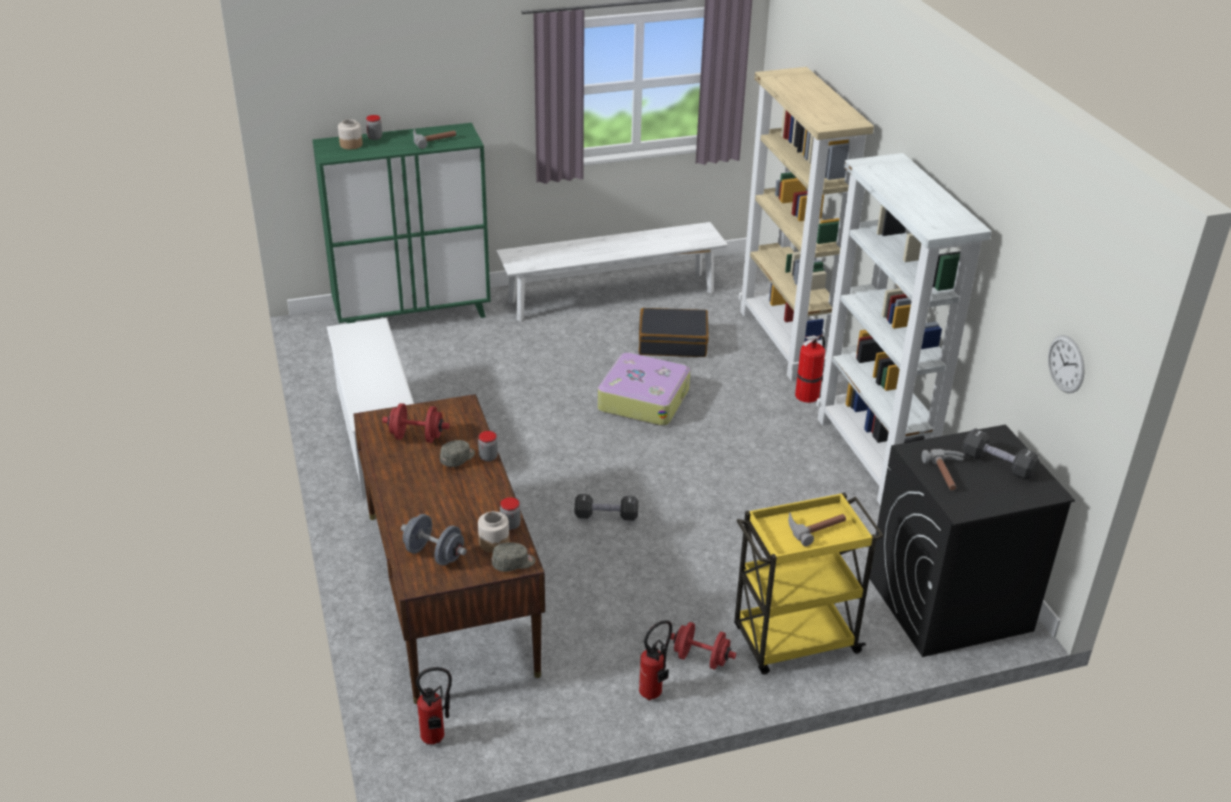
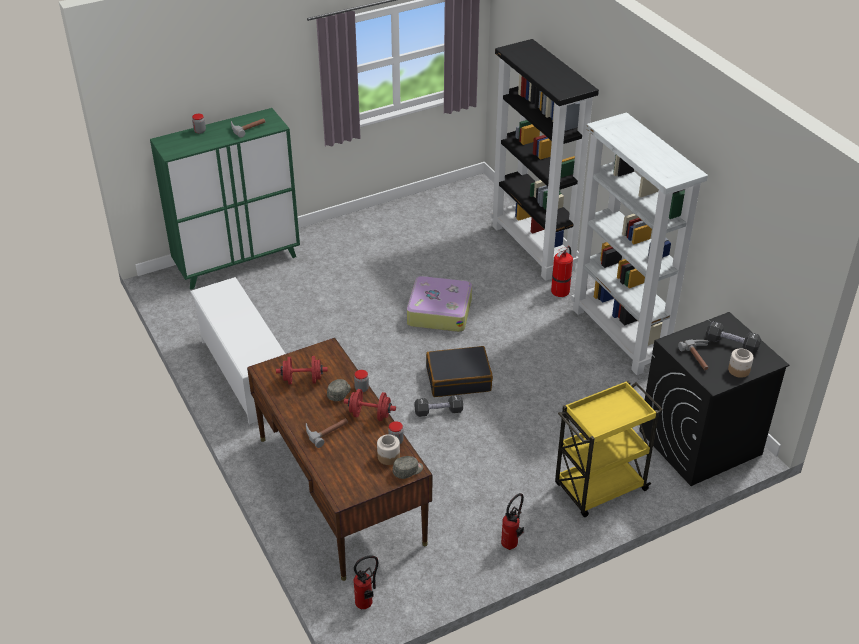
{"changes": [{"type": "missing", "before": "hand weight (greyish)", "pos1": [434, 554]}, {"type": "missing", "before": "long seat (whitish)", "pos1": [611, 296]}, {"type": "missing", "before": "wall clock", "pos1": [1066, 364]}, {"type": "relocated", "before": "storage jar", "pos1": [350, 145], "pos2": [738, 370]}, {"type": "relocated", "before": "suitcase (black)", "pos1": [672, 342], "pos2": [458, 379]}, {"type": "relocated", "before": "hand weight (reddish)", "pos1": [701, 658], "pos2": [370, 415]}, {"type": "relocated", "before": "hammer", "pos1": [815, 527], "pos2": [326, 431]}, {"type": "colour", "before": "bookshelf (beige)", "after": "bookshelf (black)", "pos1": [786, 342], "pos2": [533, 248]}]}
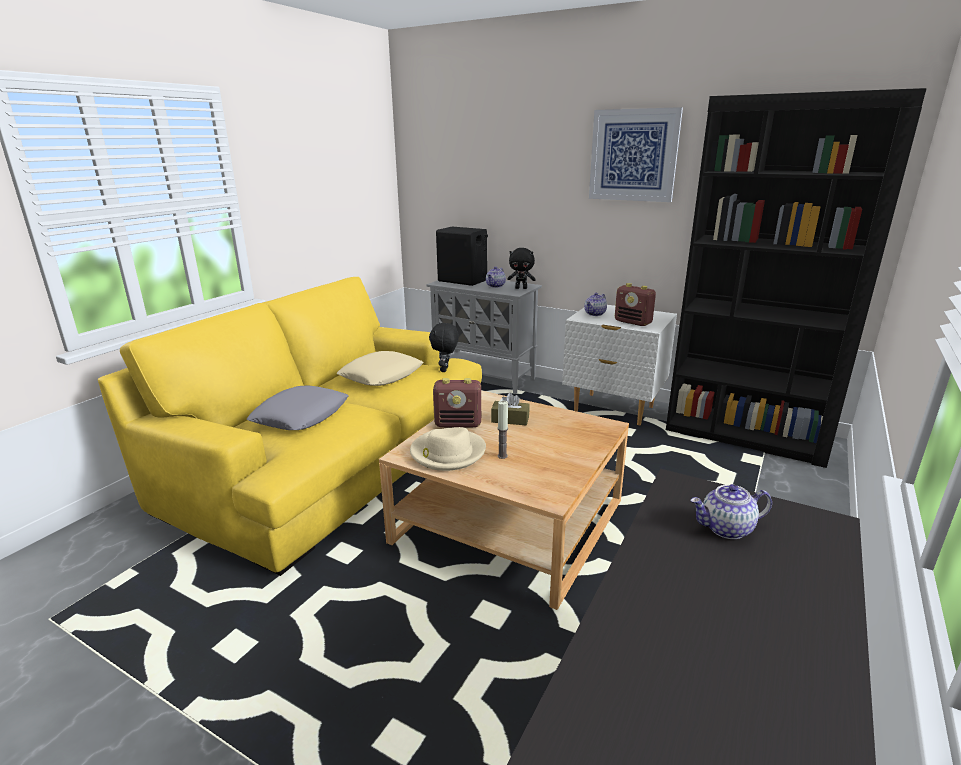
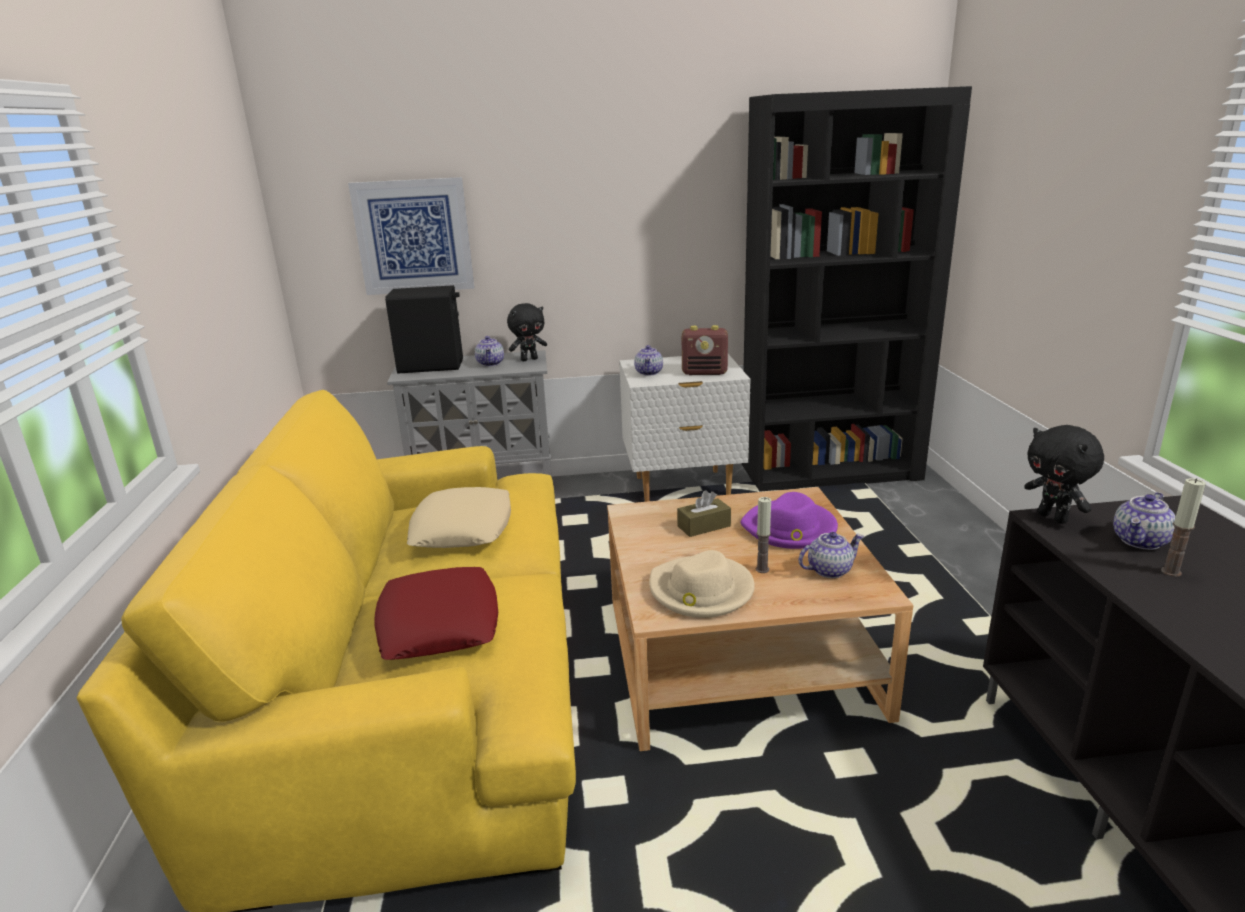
{"changes": [{"type": "missing", "before": "radio set", "pos1": [458, 424]}, {"type": "appeared", "after": "wearable hat (purple-coloured)", "pos2": [789, 528]}, {"type": "appeared", "after": "tea pot", "pos2": [829, 570]}, {"type": "appeared", "after": "wax candle", "pos2": [1171, 572]}, {"type": "relocated", "before": "soft toy (black)", "pos1": [445, 370], "pos2": [1053, 517]}, {"type": "relocated", "before": "wall picture", "pos1": [633, 155], "pos2": [413, 236]}, {"type": "colour", "before": "throw pillow (greyish)", "after": "throw pillow (reddish)", "pos1": [301, 415], "pos2": [438, 623]}]}
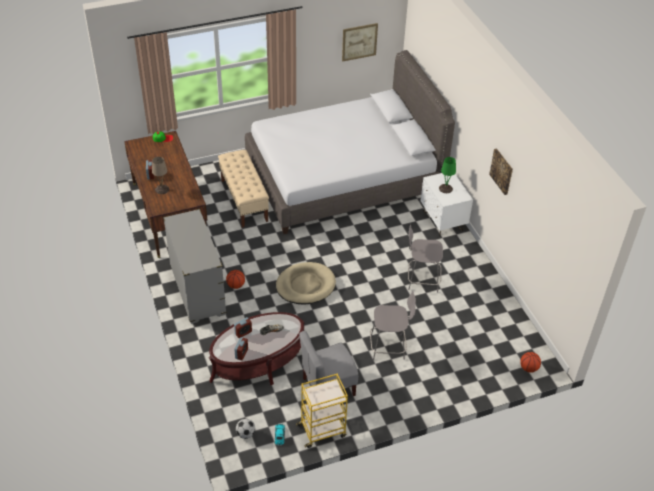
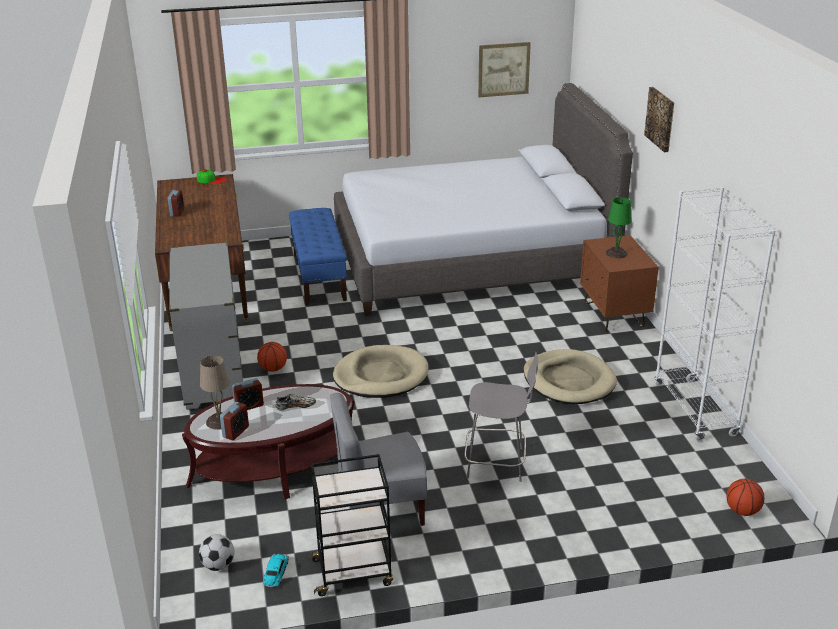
{"changes": [{"type": "appeared", "after": "bookshelf (whitish)", "pos2": [695, 410]}, {"type": "relocated", "before": "lamp for a table (beige)", "pos1": [161, 189], "pos2": [219, 421]}, {"type": "relocated", "before": "wall picture", "pos1": [502, 171], "pos2": [661, 119]}, {"type": "exchanged", "before": "upright chair (greyish)", "after": "dog cushion (beige)", "pos1": [421, 280], "pos2": [569, 381]}, {"type": "colour", "before": "long seat (beige)", "after": "long seat (blue)", "pos1": [244, 200], "pos2": [319, 277]}, {"type": "colour", "before": "trolley (yellow)", "after": "trolley (black)", "pos1": [322, 430], "pos2": [353, 572]}, {"type": "colour", "before": "bedside table (whitish)", "after": "bedside table (brownish)", "pos1": [443, 221], "pos2": [614, 315]}]}
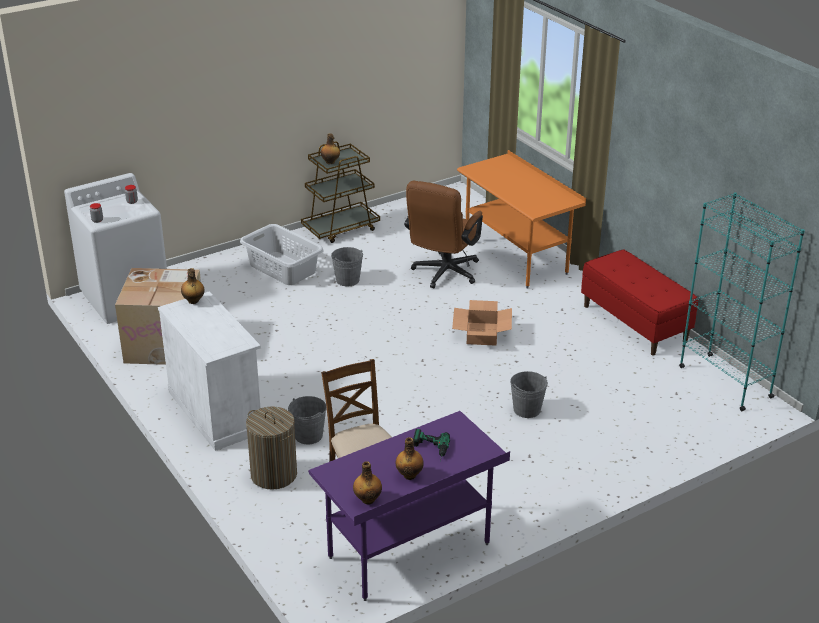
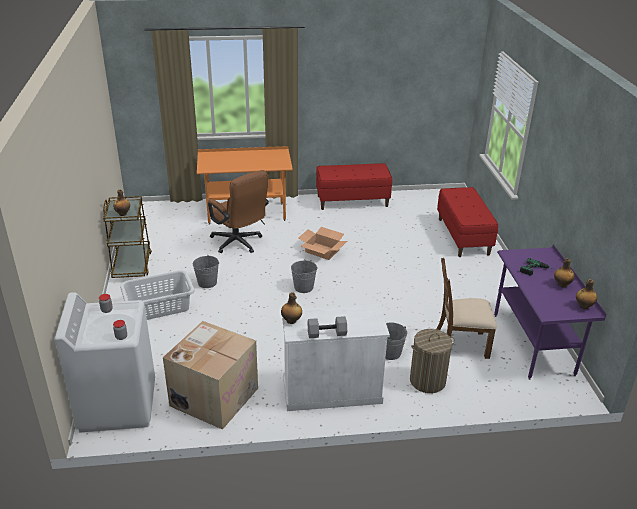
{"changes": [{"type": "missing", "before": "bookshelf (turquoise-coloured)", "pos1": [725, 381]}, {"type": "appeared", "after": "hand weight (greyish)", "pos2": [326, 334]}, {"type": "appeared", "after": "long seat (reddish)", "pos2": [463, 236]}, {"type": "relocated", "before": "pail (greyish)", "pos1": [527, 409], "pos2": [303, 287]}]}
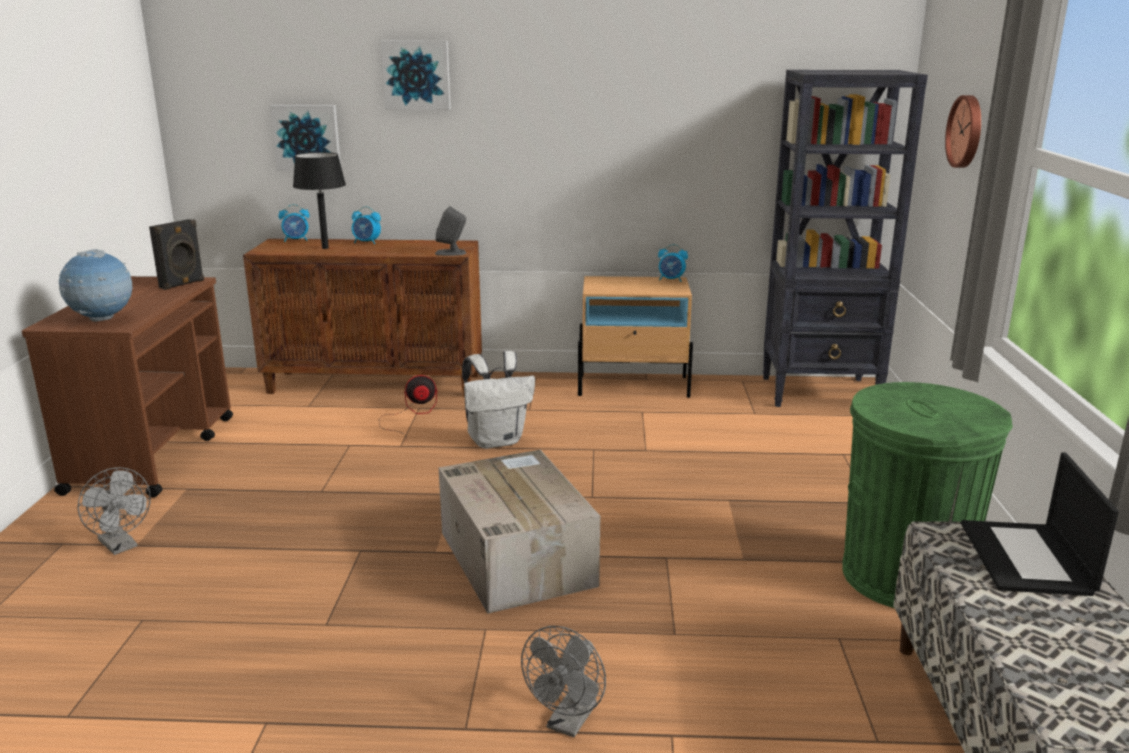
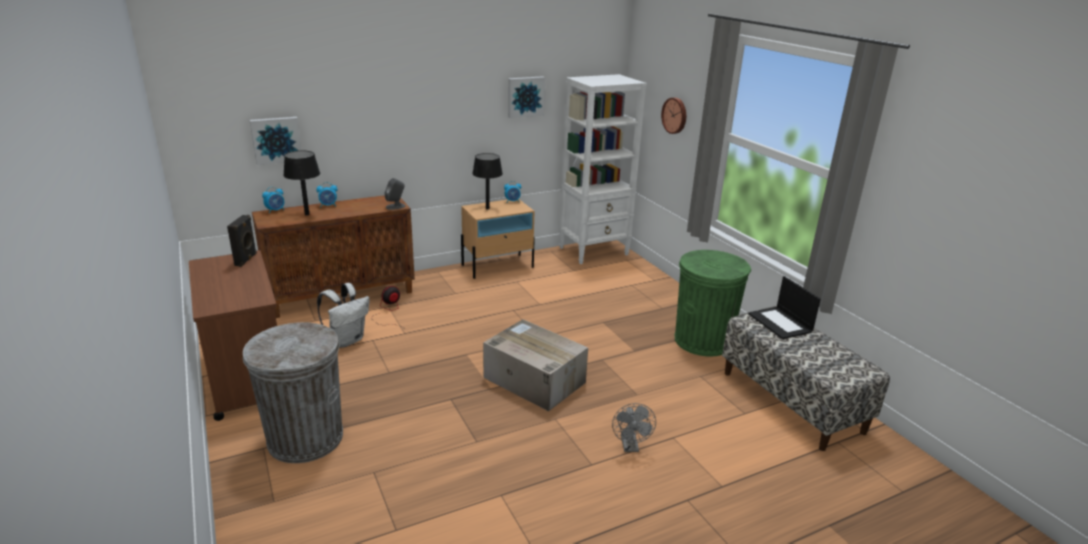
{"changes": [{"type": "missing", "before": "world globe", "pos1": [102, 320]}, {"type": "appeared", "after": "lamp for a table (black)", "pos2": [487, 208]}, {"type": "relocated", "before": "wall picture", "pos1": [416, 75], "pos2": [525, 96]}, {"type": "relocated", "before": "backpack (whitish)", "pos1": [497, 440], "pos2": [347, 340]}, {"type": "exchanged", "before": "fan (greyish)", "after": "waste bin (greyish)", "pos1": [121, 546], "pos2": [305, 438]}, {"type": "colour", "before": "bookshelf (black)", "after": "bookshelf (whitish)", "pos1": [820, 392], "pos2": [594, 251]}]}
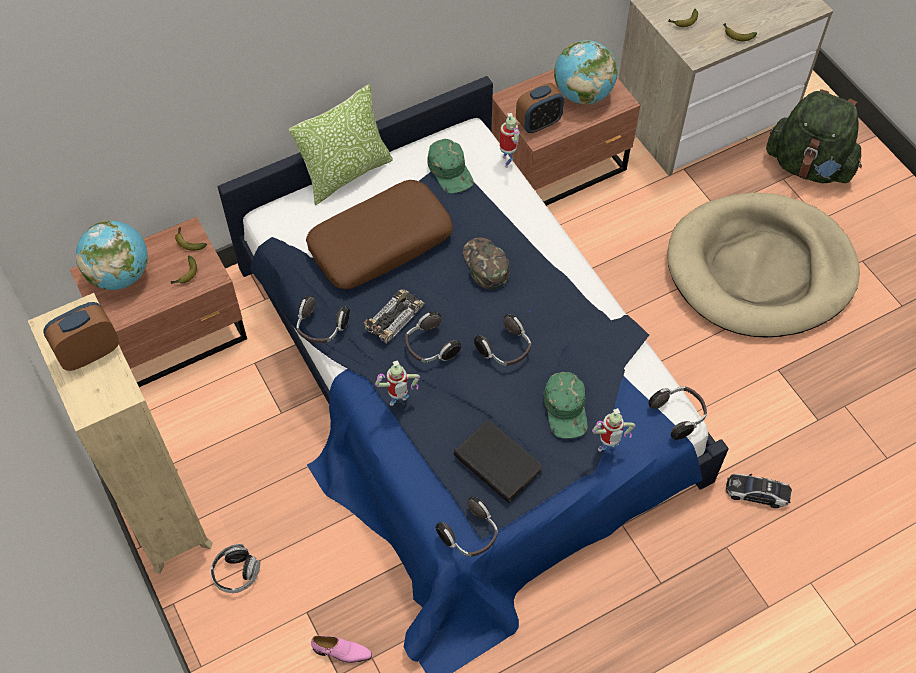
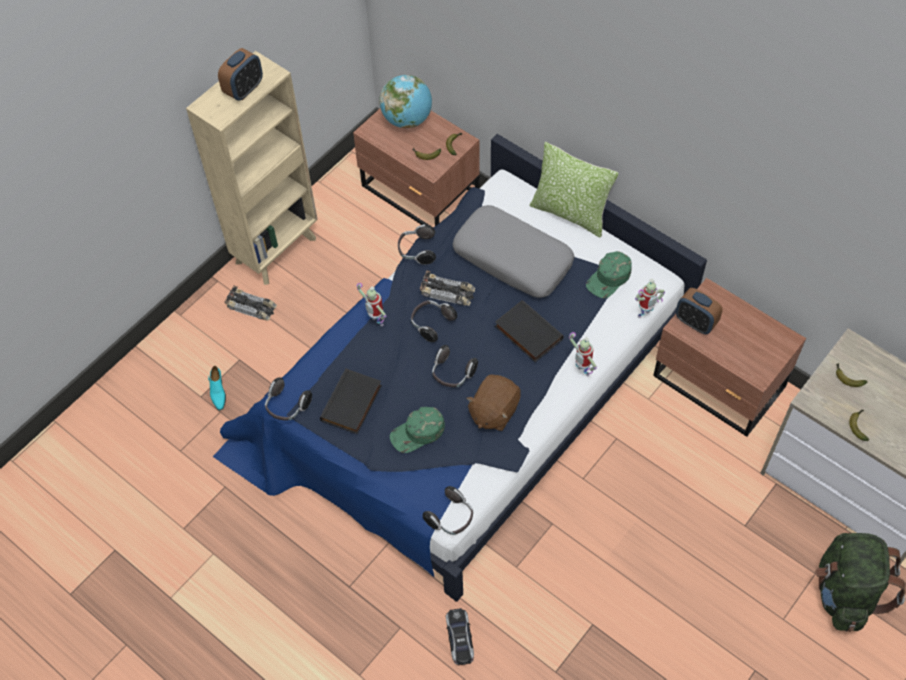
{"changes": [{"type": "missing", "before": "world globe", "pos1": [582, 94]}, {"type": "missing", "before": "dog cushion (beige)", "pos1": [760, 269]}, {"type": "appeared", "after": "soft toy (brownish)", "pos2": [493, 411]}, {"type": "relocated", "before": "toy robot", "pos1": [607, 449], "pos2": [581, 372]}, {"type": "exchanged", "before": "headphones", "after": "miniature car", "pos1": [236, 573], "pos2": [252, 307]}, {"type": "exchanged", "before": "peaked cap (greenish)", "after": "bound book (black)", "pos1": [485, 264], "pos2": [527, 333]}, {"type": "colour", "before": "throw pillow (brownish)", "after": "throw pillow (greyish)", "pos1": [380, 243], "pos2": [513, 258]}, {"type": "colour", "before": "item of footwear (pink)", "after": "item of footwear (turquoise-coloured)", "pos1": [342, 652], "pos2": [218, 392]}, {"type": "spun", "before": "bedside clock", "pos1": [89, 352], "pos2": [244, 89], "turn": 90}]}
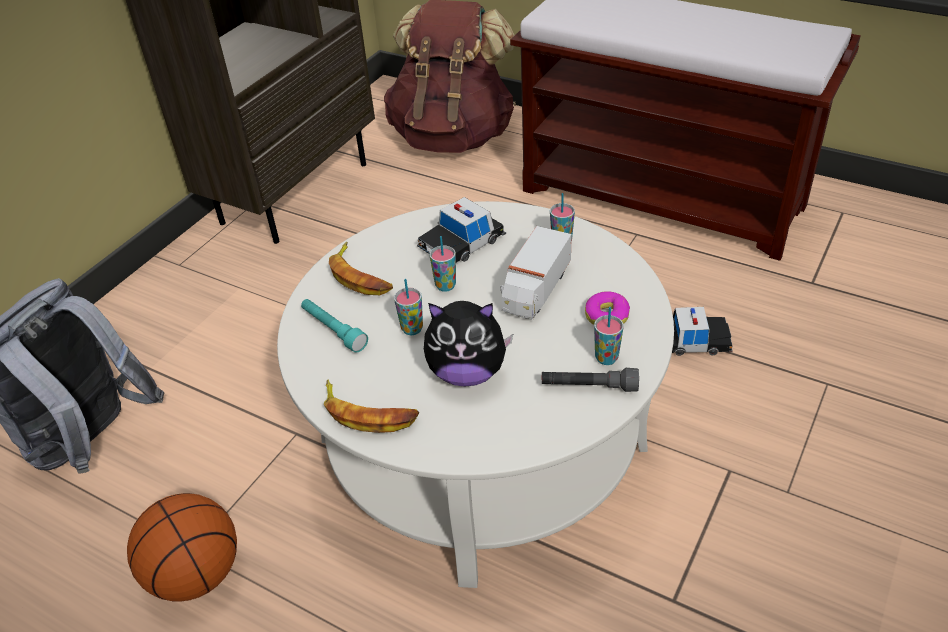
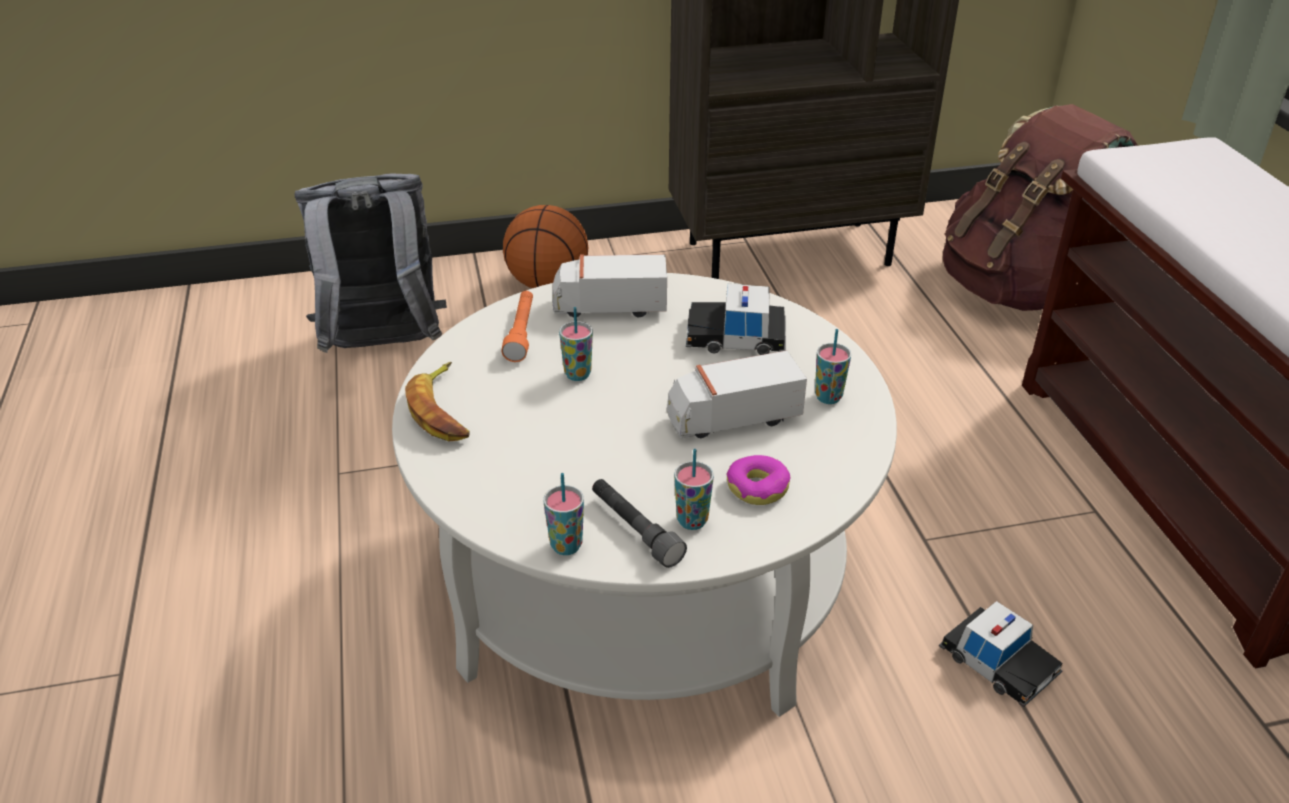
{"changes": [{"type": "missing", "before": "soft toy", "pos1": [467, 373]}, {"type": "relocated", "before": "basketball", "pos1": [197, 574], "pos2": [548, 284]}, {"type": "relocated", "before": "cup", "pos1": [445, 286], "pos2": [566, 546]}, {"type": "exchanged", "before": "banana", "after": "toy truck", "pos1": [360, 276], "pos2": [609, 307]}, {"type": "colour", "before": "flashlight (turquoise-coloured)", "after": "flashlight (orange-coloured)", "pos1": [333, 330], "pos2": [521, 333]}]}
